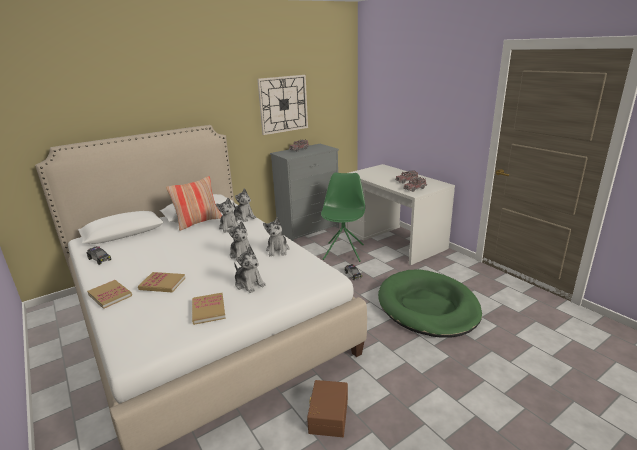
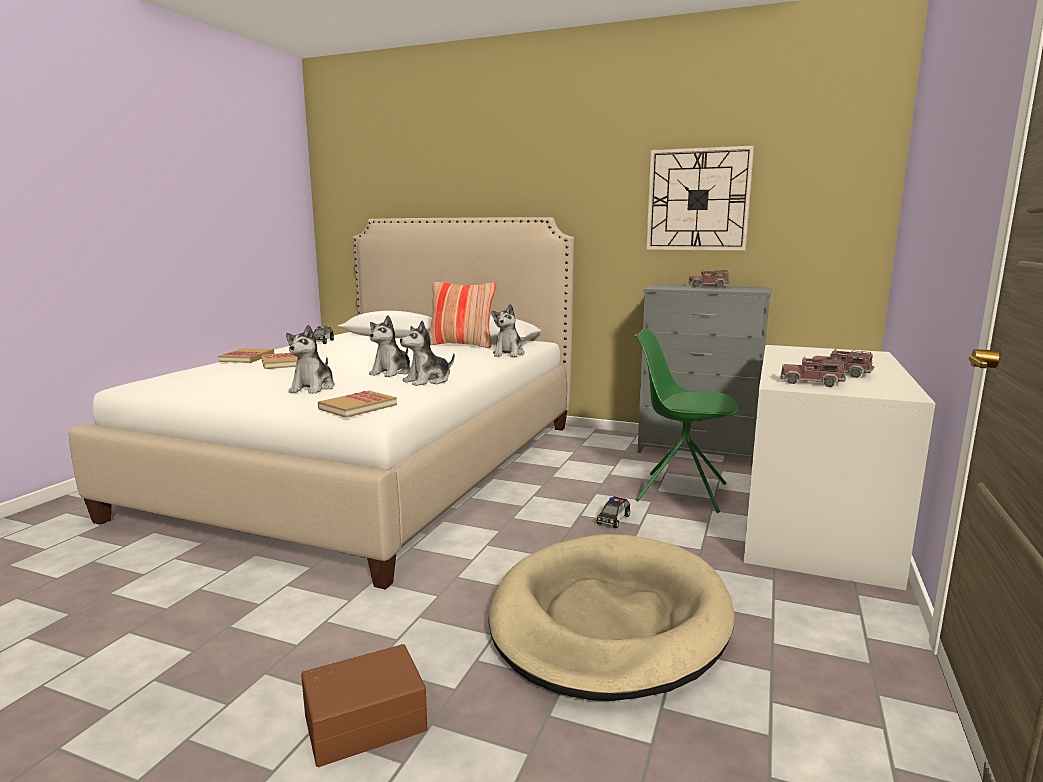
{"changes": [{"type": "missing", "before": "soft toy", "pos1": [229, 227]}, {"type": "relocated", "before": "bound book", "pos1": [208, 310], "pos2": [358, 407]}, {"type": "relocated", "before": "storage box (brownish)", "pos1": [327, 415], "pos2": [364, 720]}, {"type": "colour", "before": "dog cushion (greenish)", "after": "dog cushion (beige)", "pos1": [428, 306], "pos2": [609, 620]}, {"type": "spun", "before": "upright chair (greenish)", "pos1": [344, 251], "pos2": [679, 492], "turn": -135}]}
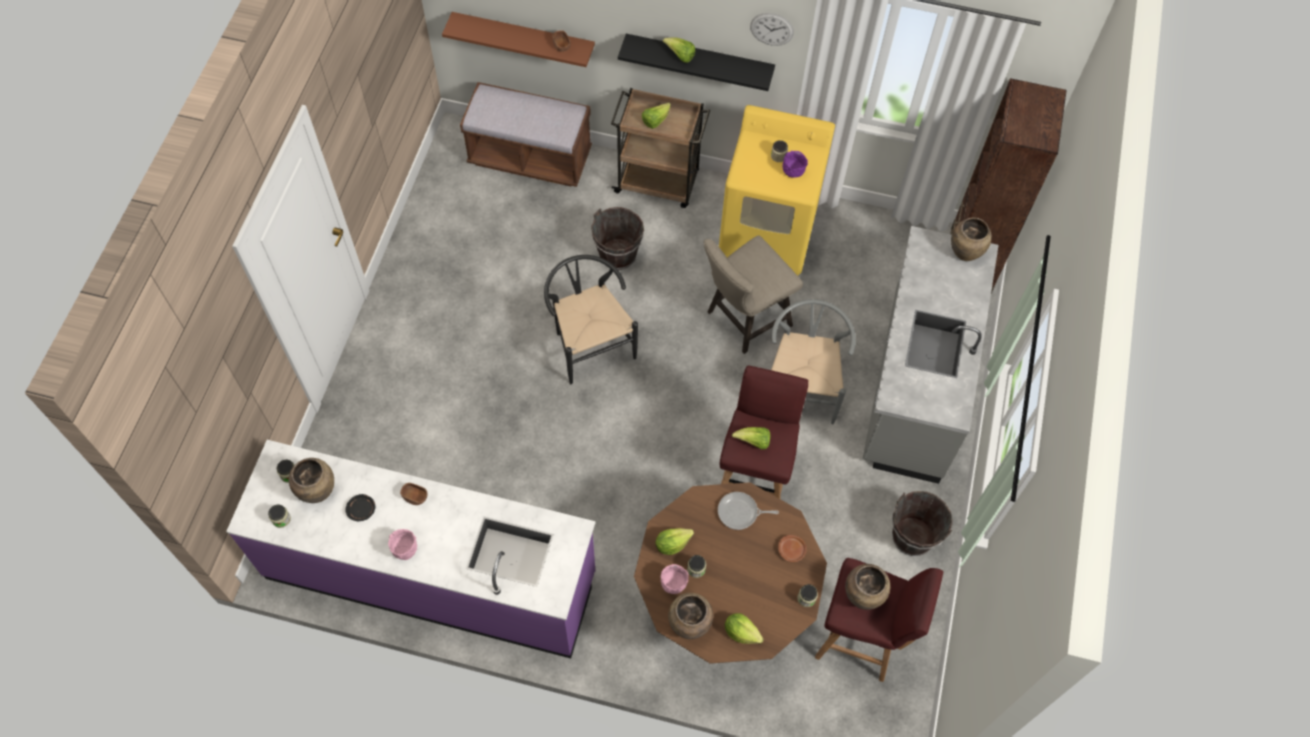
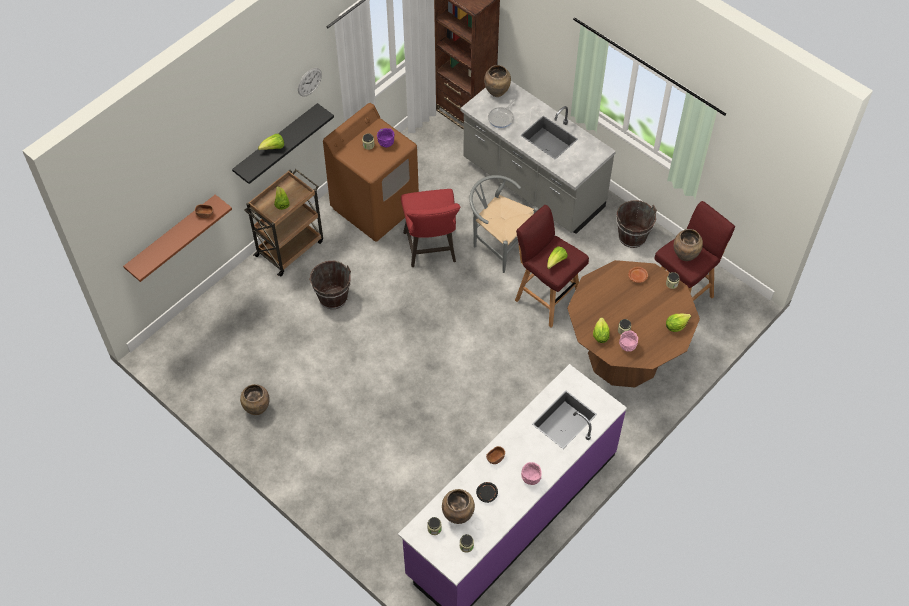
{"changes": [{"type": "missing", "before": "long seat (brownish)", "pos1": [530, 158]}, {"type": "missing", "before": "upright chair (black)", "pos1": [589, 342]}, {"type": "relocated", "before": "decorative vase (brownish)", "pos1": [689, 624], "pos2": [257, 408]}, {"type": "relocated", "before": "pan", "pos1": [740, 513], "pos2": [501, 118]}, {"type": "colour", "before": "stool seat (beige)", "after": "stool seat (reddish)", "pos1": [743, 321], "pos2": [431, 250]}, {"type": "colour", "before": "laundry appliance (yellow)", "after": "laundry appliance (brownish)", "pos1": [767, 236], "pos2": [375, 207]}]}
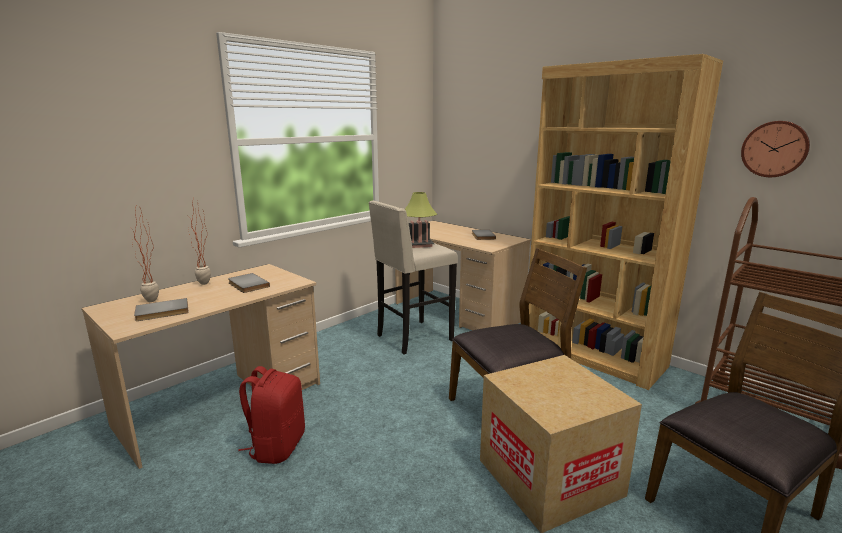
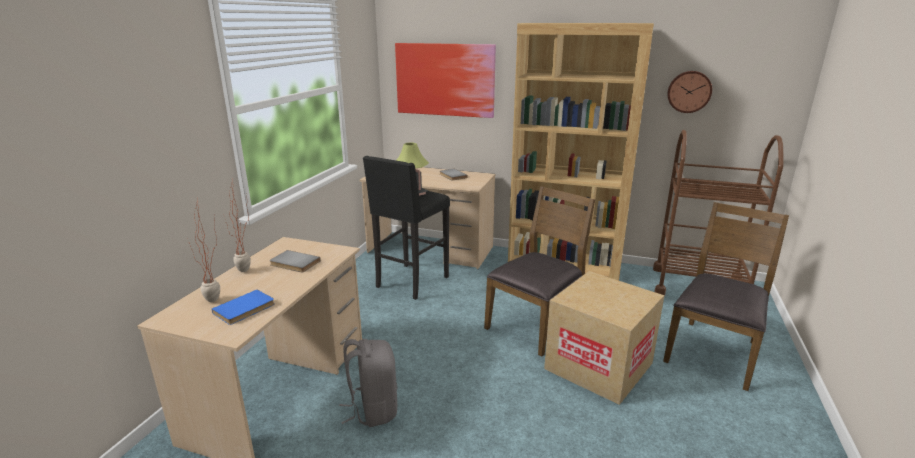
{"changes": [{"type": "appeared", "after": "wall picture", "pos2": [445, 80]}, {"type": "colour", "before": "bound book (greyish)", "after": "bound book (blue)", "pos1": [162, 312], "pos2": [245, 309]}, {"type": "colour", "before": "backpack (reddish)", "after": "backpack (greyish)", "pos1": [277, 446], "pos2": [373, 409]}, {"type": "colour", "before": "stool seat (beige)", "after": "stool seat (black)", "pos1": [412, 338], "pos2": [411, 283]}]}
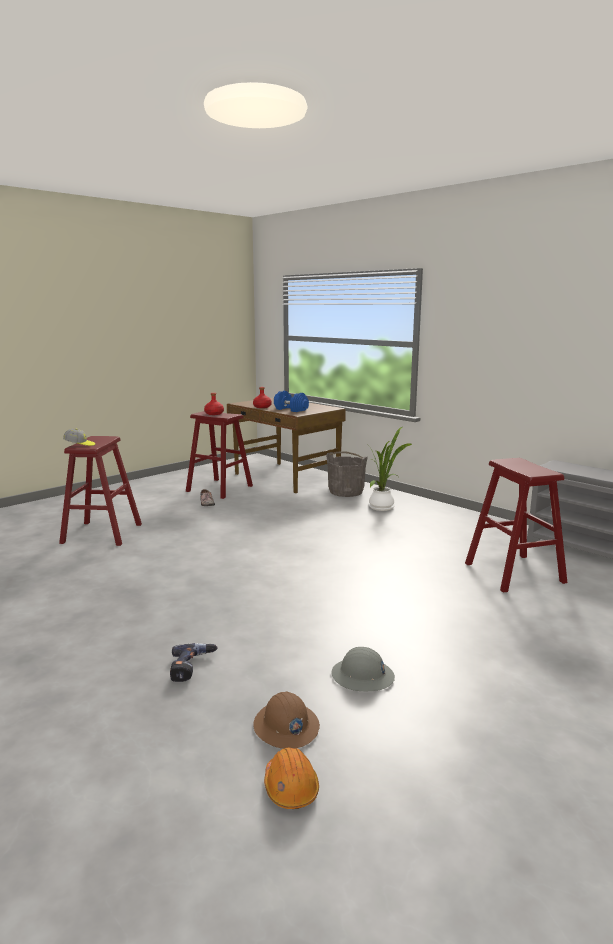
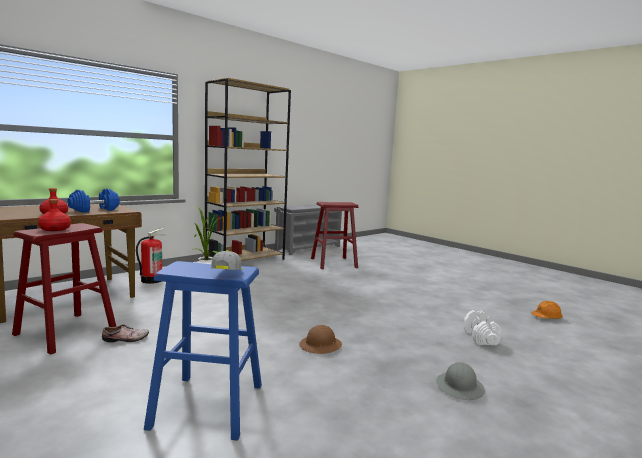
{"changes": [{"type": "appeared", "after": "bookshelf (brownish)", "pos2": [245, 260]}, {"type": "relocated", "before": "safety helmet (brownish)", "pos1": [286, 727], "pos2": [320, 346]}, {"type": "relocated", "before": "safety helmet (greyish)", "pos1": [362, 676], "pos2": [460, 387]}, {"type": "exchanged", "before": "power drill", "after": "hand weight (whitish)", "pos1": [192, 667], "pos2": [480, 337]}, {"type": "exchanged", "before": "pail (greyish)", "after": "extinguisher", "pos1": [346, 492], "pos2": [152, 280]}, {"type": "colour", "before": "stool seat (reddish)", "after": "stool seat (blue)", "pos1": [102, 533], "pos2": [208, 405]}]}
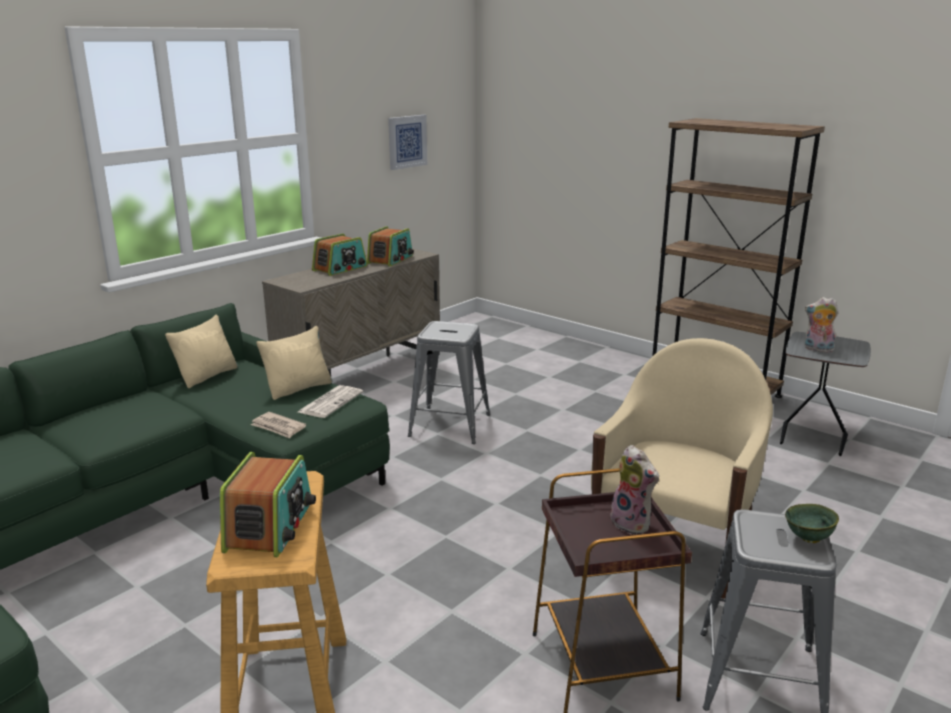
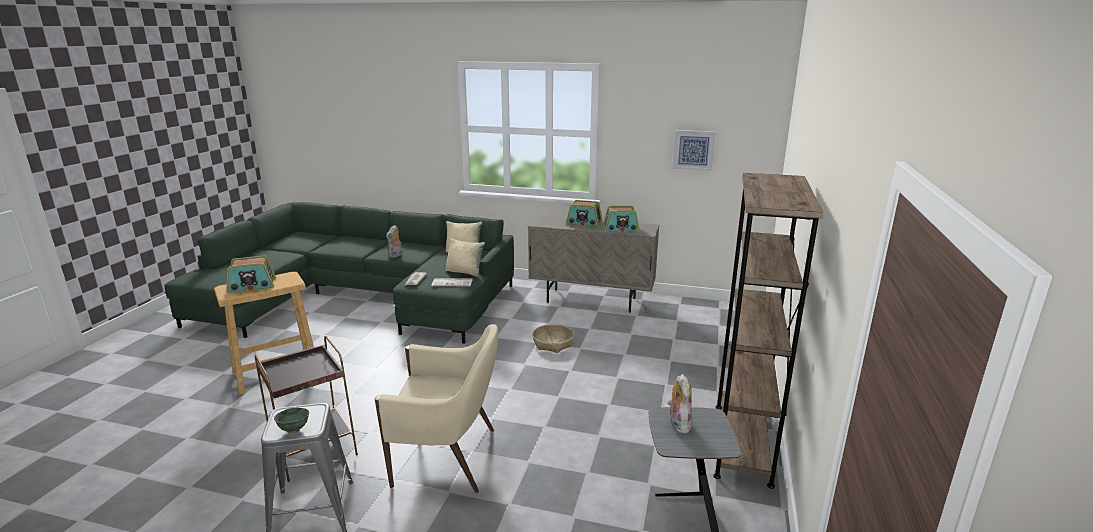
{"changes": [{"type": "relocated", "before": "soft toy", "pos1": [633, 523], "pos2": [396, 255]}, {"type": "exchanged", "before": "stool seat (greyish)", "after": "basket", "pos1": [450, 425], "pos2": [552, 343]}]}
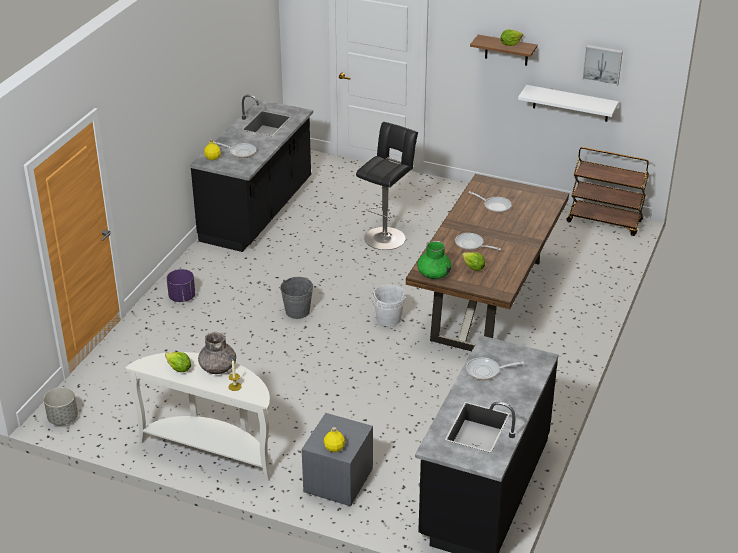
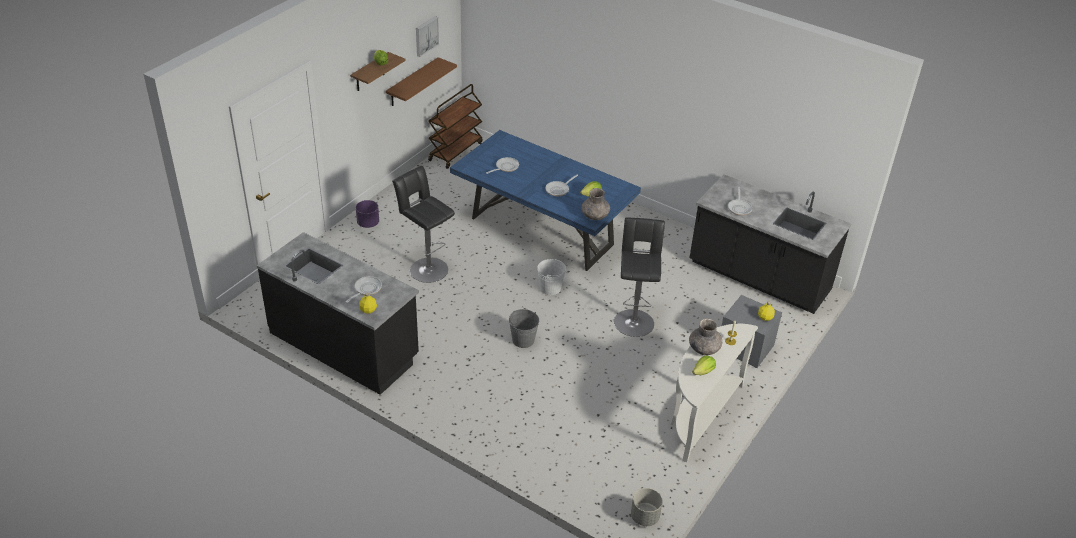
{"changes": [{"type": "appeared", "after": "stool seat (black)", "pos2": [633, 320]}, {"type": "relocated", "before": "flower pot (purple-coloured)", "pos1": [182, 297], "pos2": [368, 223]}, {"type": "colour", "before": "dining table (brownish)", "after": "dining table (blue)", "pos1": [487, 301], "pos2": [542, 232]}, {"type": "colour", "before": "decorative vase (greenish)", "after": "decorative vase (greyish)", "pos1": [434, 274], "pos2": [595, 215]}, {"type": "colour", "before": "bracket shelf (whitish)", "after": "bracket shelf (brownish)", "pos1": [570, 103], "pos2": [412, 82]}]}
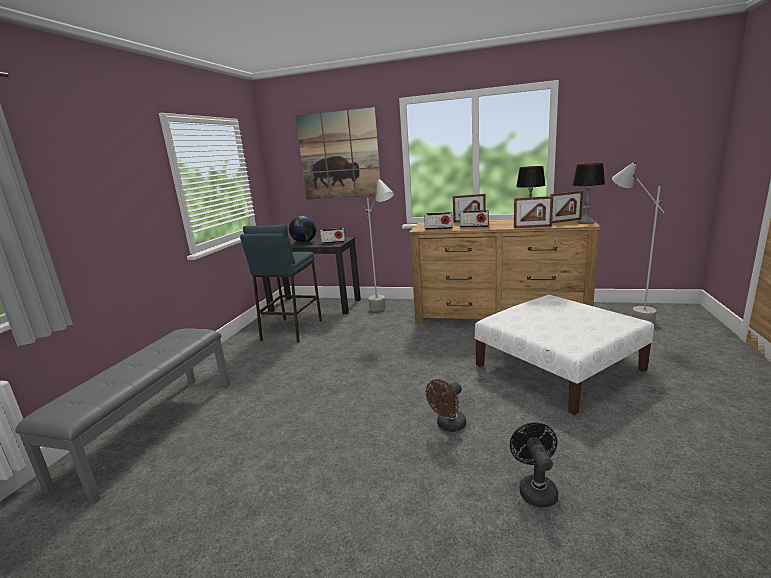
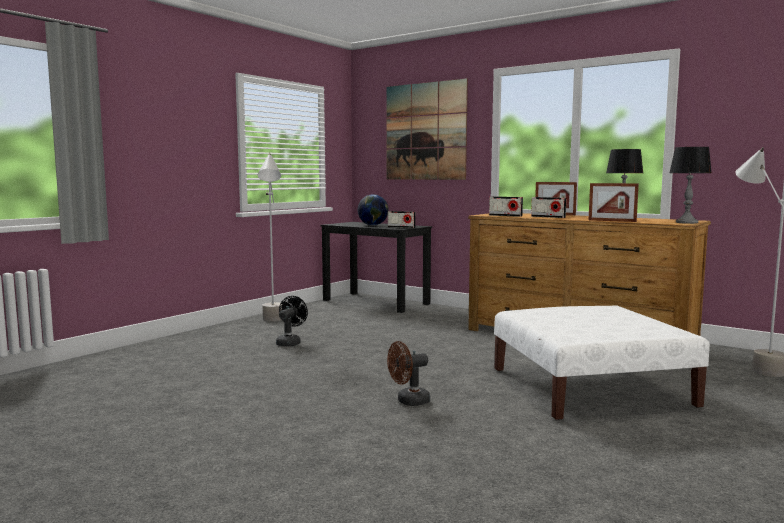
{"changes": [{"type": "missing", "before": "long seat (greyish)", "pos1": [152, 429]}, {"type": "missing", "before": "stool seat (blue)", "pos1": [291, 330]}, {"type": "missing", "before": "standing frame", "pos1": [565, 221]}, {"type": "relocated", "before": "floor lamp (greyish)", "pos1": [385, 311], "pos2": [273, 322]}, {"type": "relocated", "before": "fan (black)", "pos1": [535, 489], "pos2": [290, 342]}]}
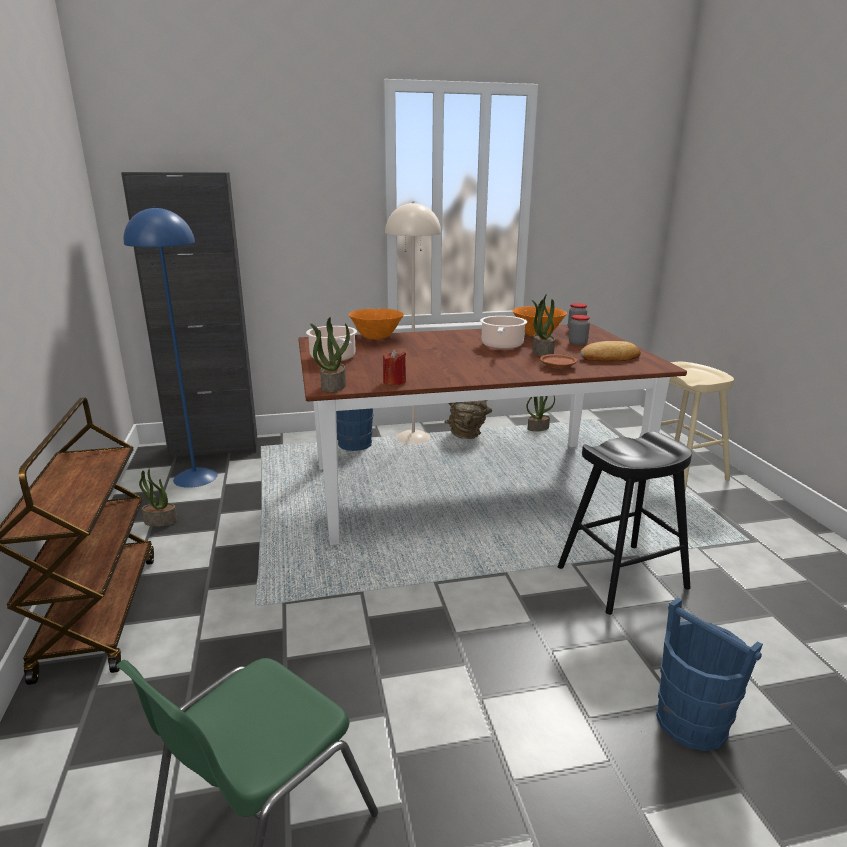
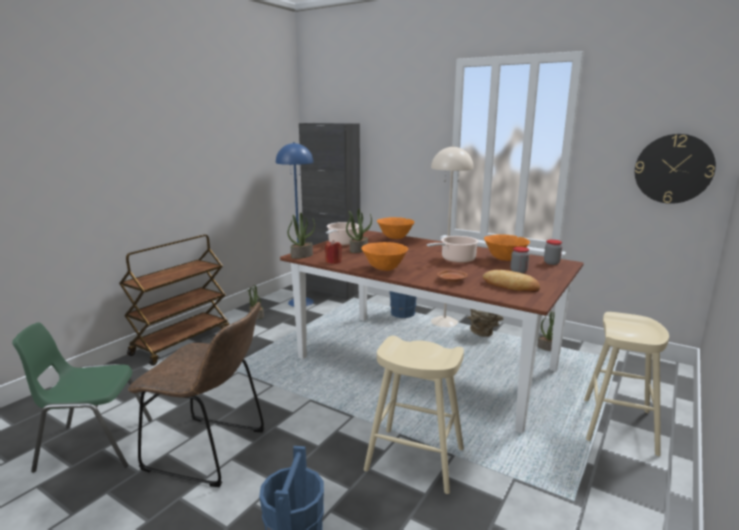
{"changes": [{"type": "appeared", "after": "upright chair (brownish)", "pos2": [211, 451]}, {"type": "appeared", "after": "bowl (orange-coloured)", "pos2": [384, 269]}, {"type": "appeared", "after": "wall clock", "pos2": [673, 169]}, {"type": "relocated", "before": "plant in a pot", "pos1": [542, 352], "pos2": [358, 250]}, {"type": "colour", "before": "stool seat (black)", "after": "stool seat (beige)", "pos1": [622, 577], "pos2": [415, 459]}]}
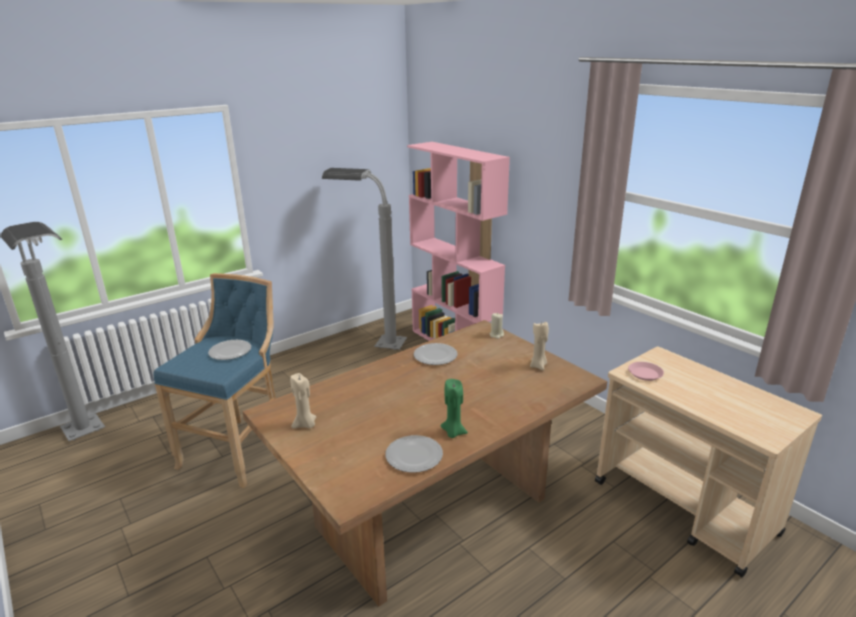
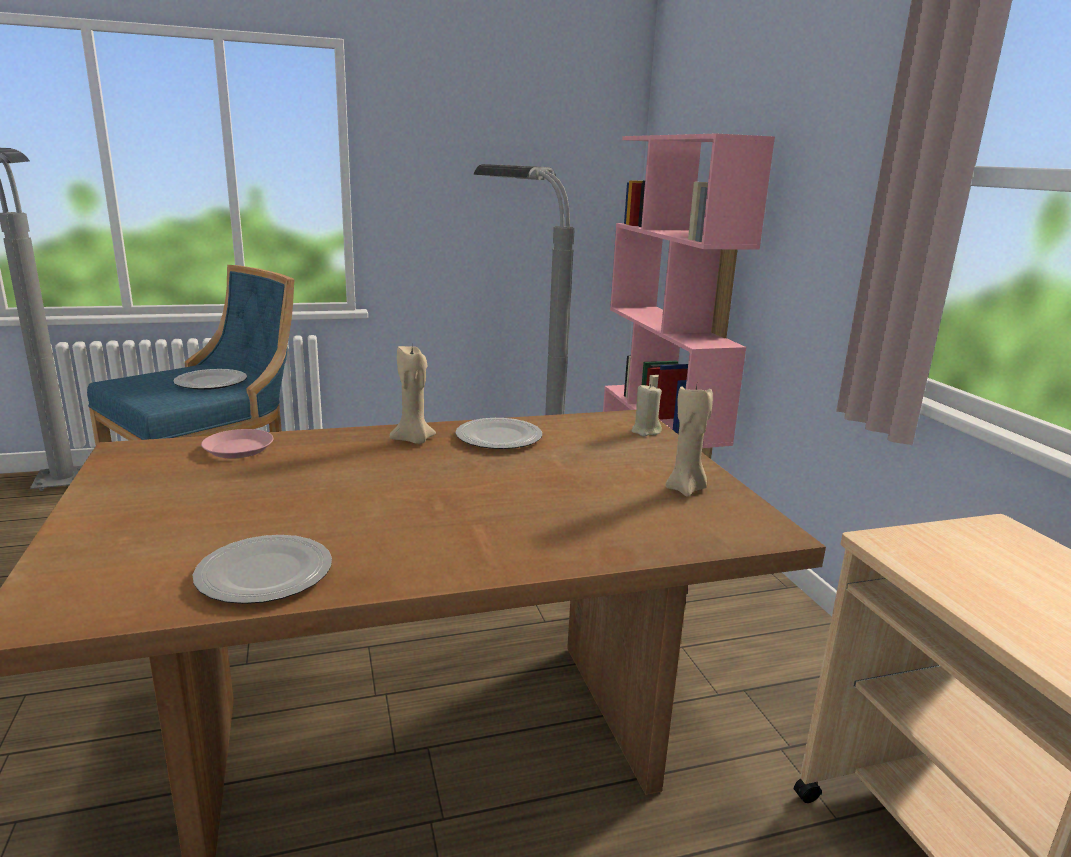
{"changes": [{"type": "missing", "before": "wax candle (greenish)", "pos1": [453, 432]}, {"type": "relocated", "before": "wax candle (beige)", "pos1": [305, 425], "pos2": [414, 440]}, {"type": "relocated", "before": "flat dish (pink)", "pos1": [645, 373], "pos2": [239, 449]}]}
